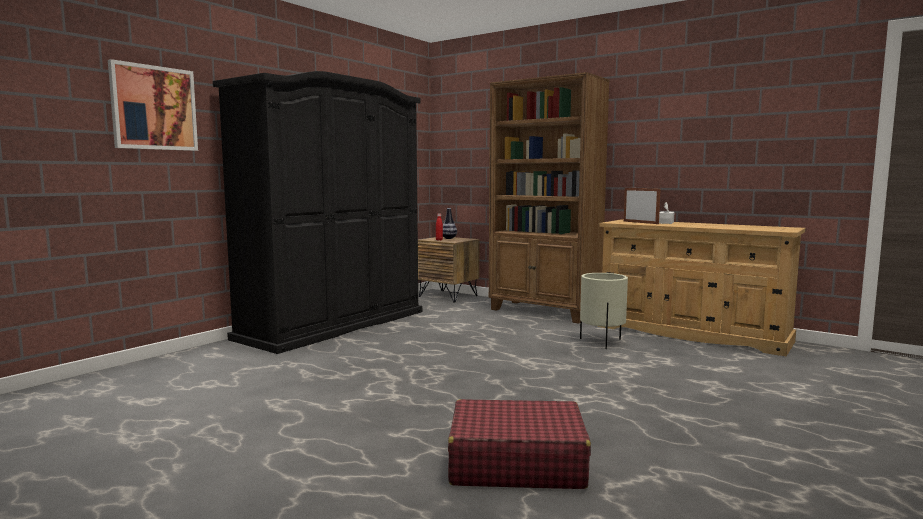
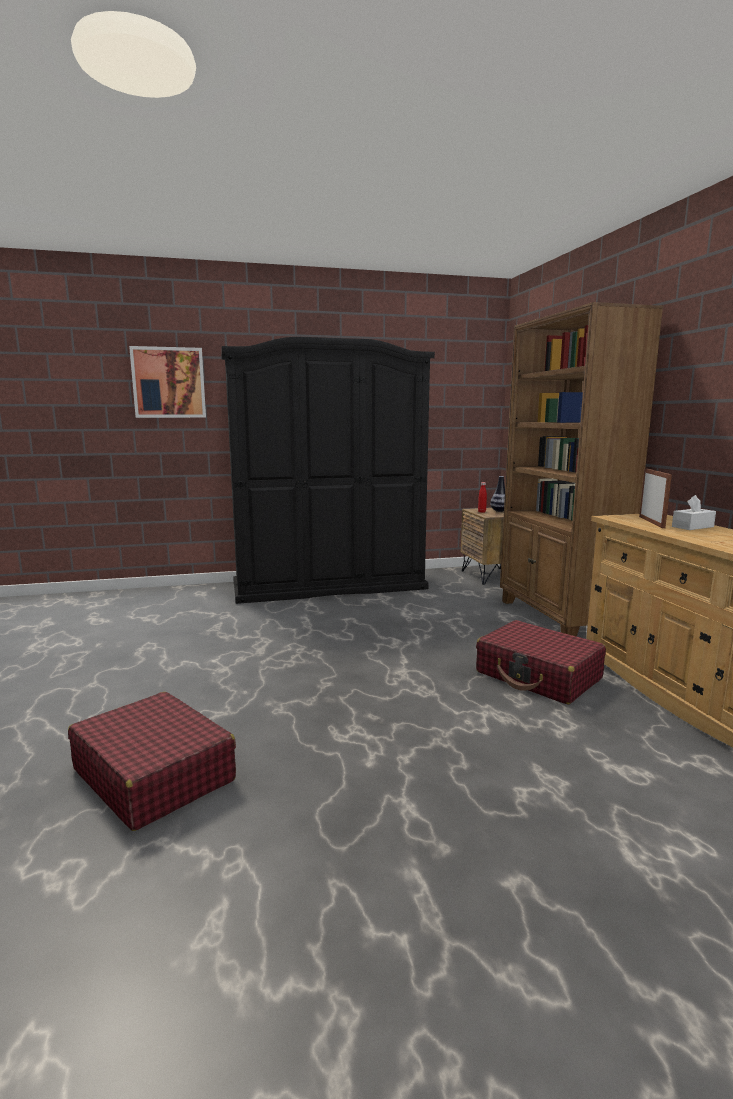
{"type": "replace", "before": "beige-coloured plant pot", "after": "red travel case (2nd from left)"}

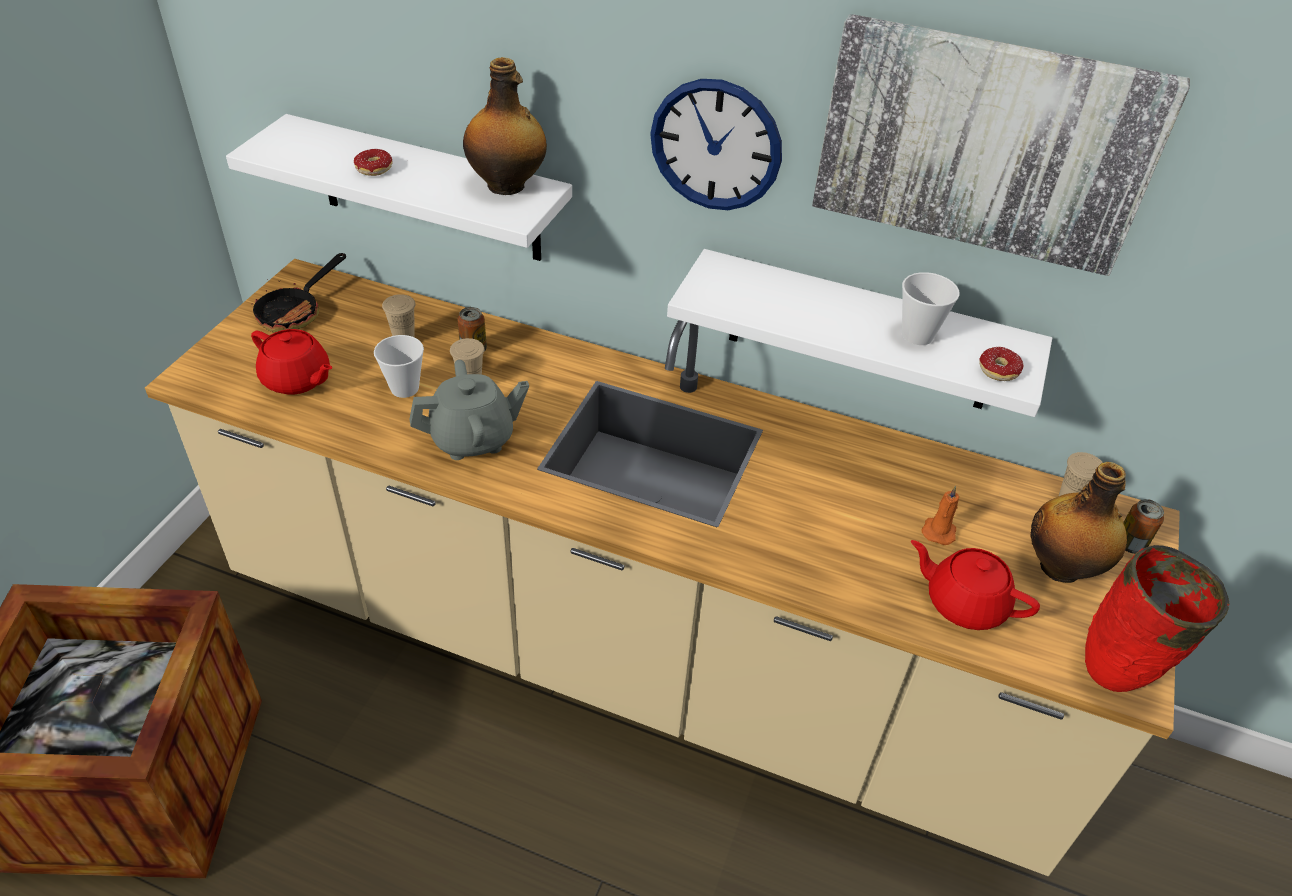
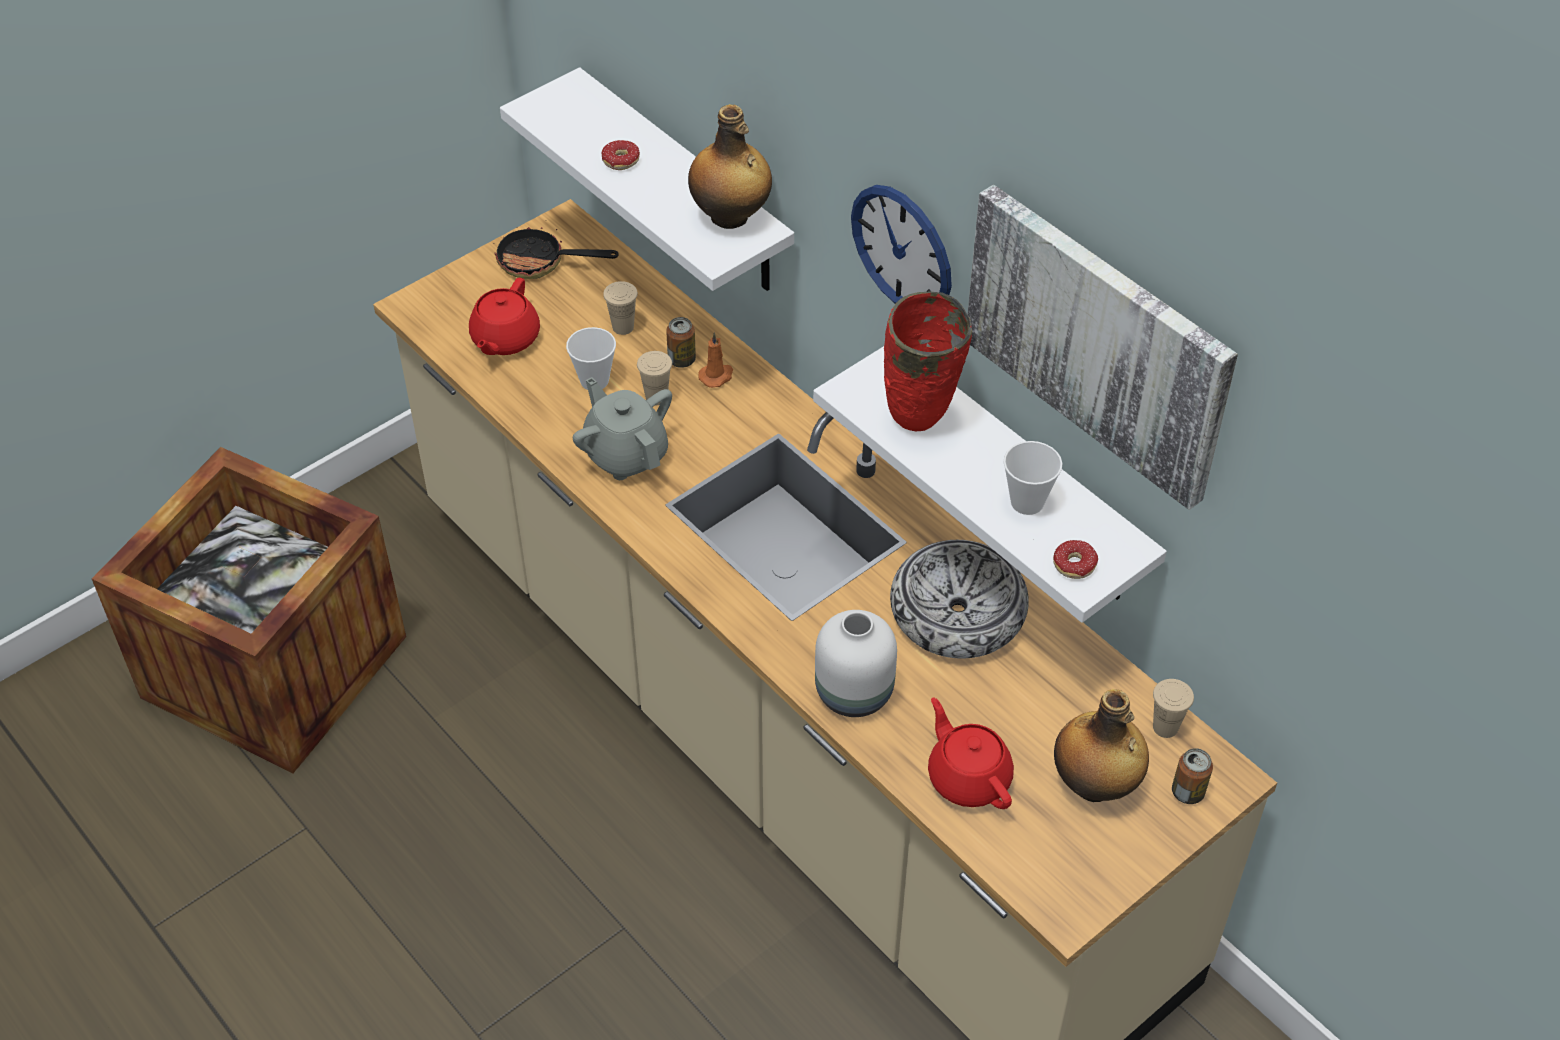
{"type": "rotate", "before": "pan", "turn": 45}
{"type": "rotate", "before": "red teapot (1st from left)", "turn": 45}
{"type": "rotate", "before": "gray teapot", "turn": -135}
{"type": "move", "before": "orange wax candle"}
{"type": "move", "before": "red decorative vase"}
{"type": "insert", "after": "serving bowl"}
{"type": "insert", "after": "white decorative vase"}

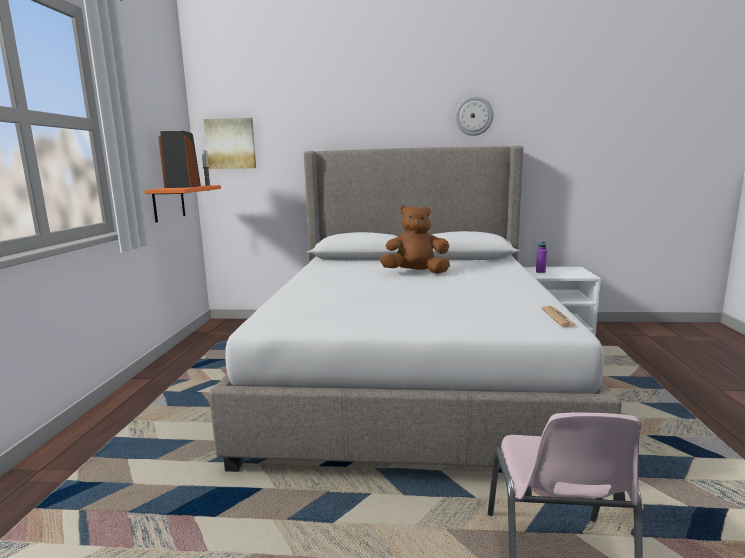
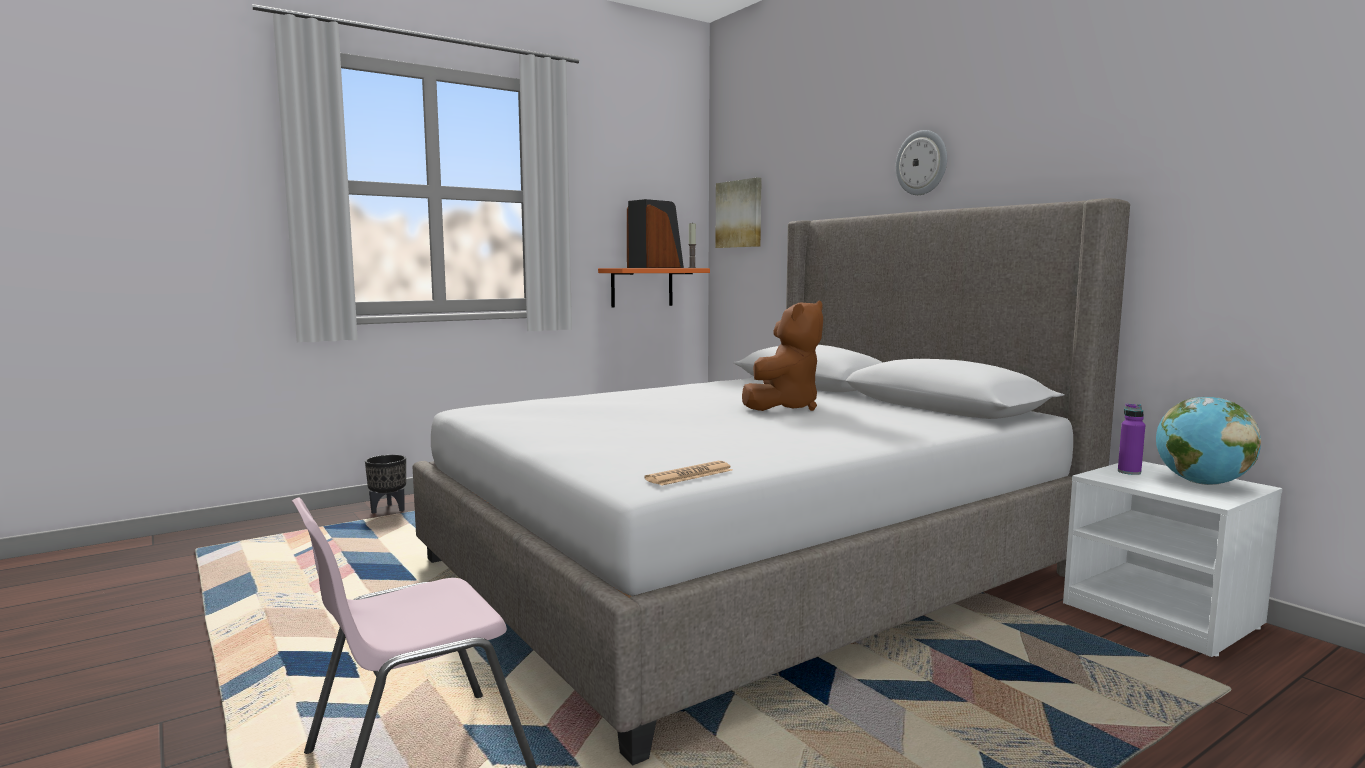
{"type": "move", "before": "hanging clock"}
{"type": "rotate", "before": "brown-coloured cuddly toy", "turn": 75}
{"type": "insert", "after": "desk globe"}
{"type": "insert", "after": "black plant pot"}

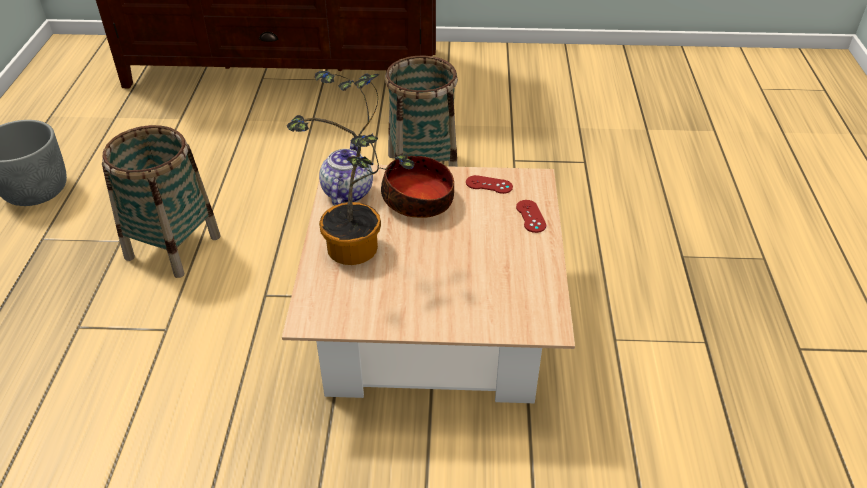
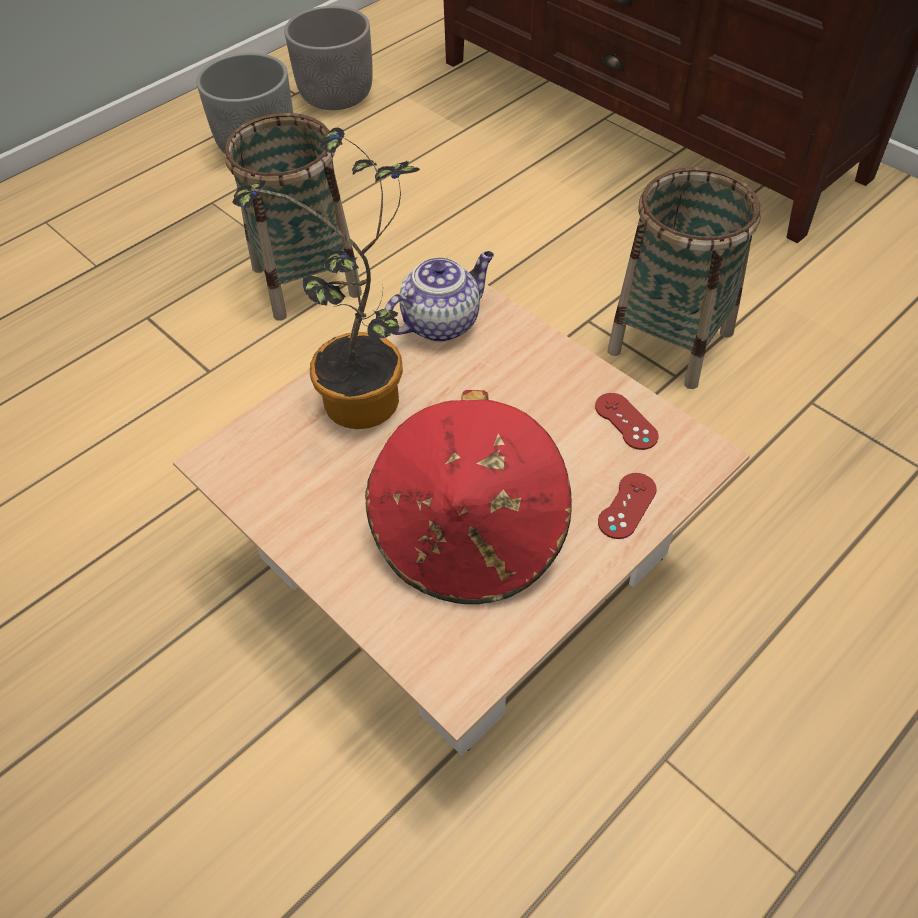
{"type": "delete", "before": "serving bowl"}
{"type": "insert", "after": "gray plant pot (2nd from left)"}
{"type": "insert", "after": "red hat"}

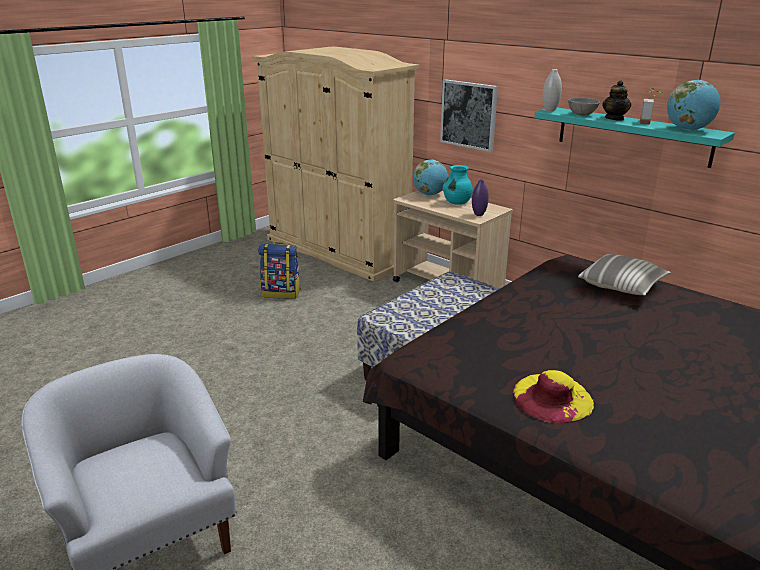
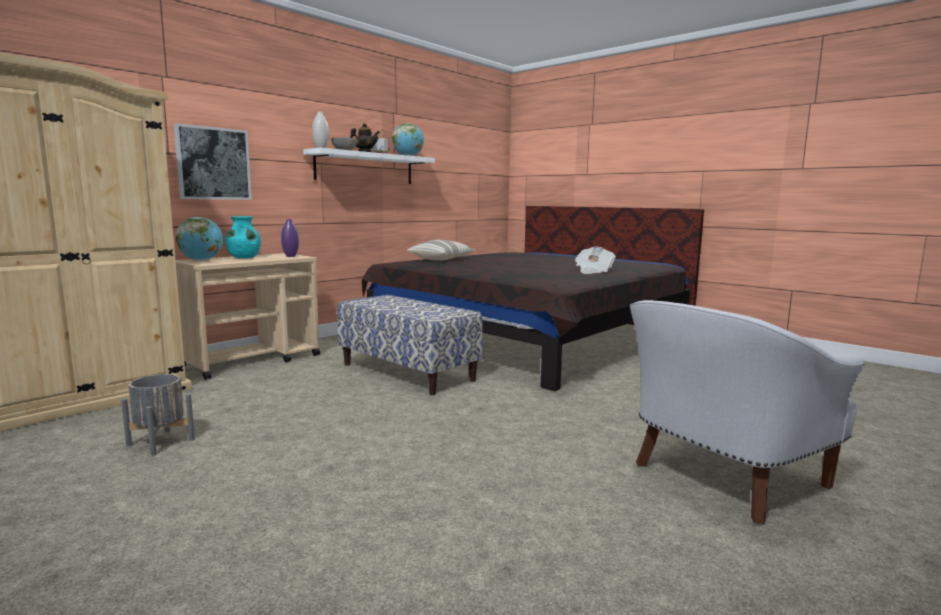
{"type": "recolor", "before": "turquoise wall shelf", "after": "white wall shelf"}
{"type": "replace", "before": "rucksack", "after": "gray plant pot"}
{"type": "replace", "before": "yellow hat", "after": "daily paper"}

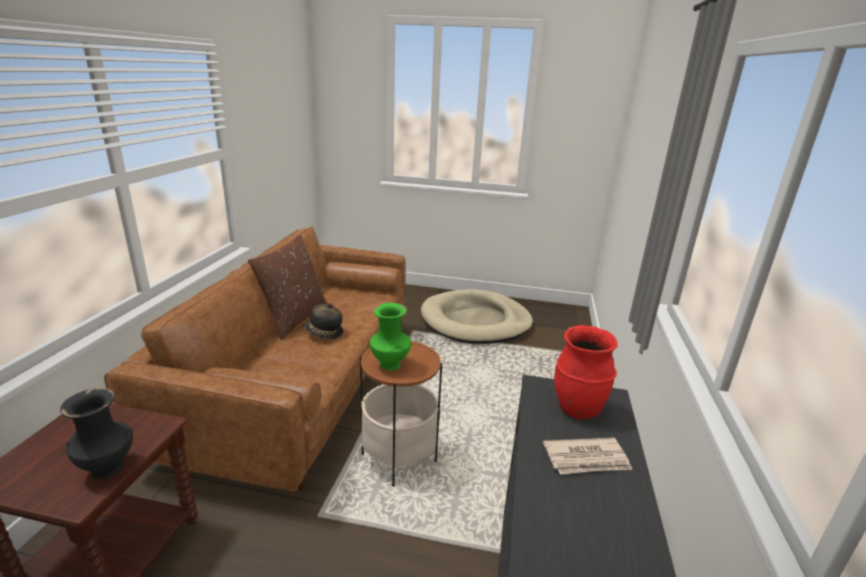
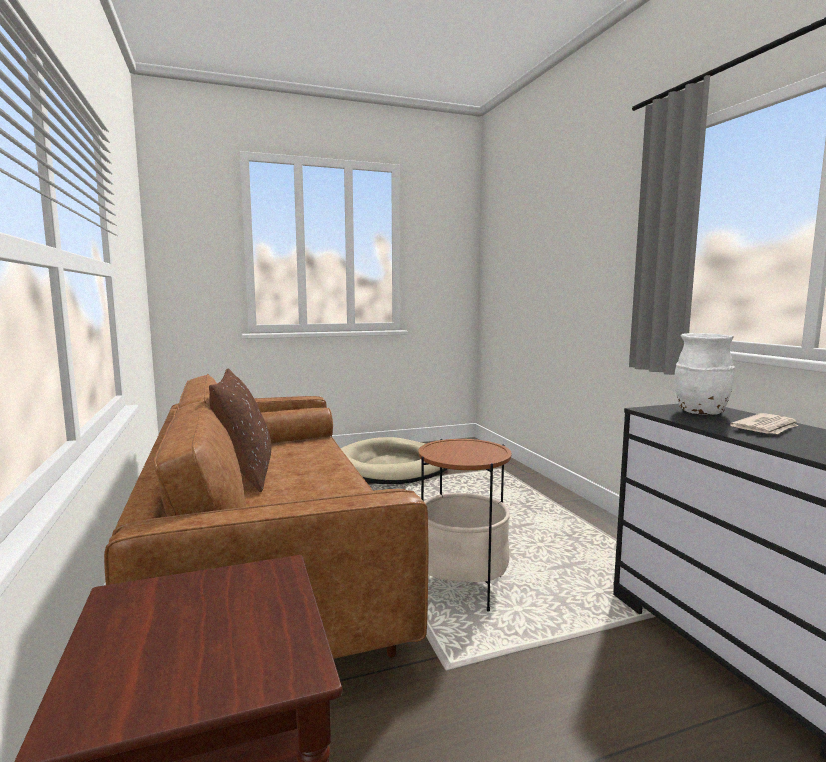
{"type": "delete", "before": "hat"}
{"type": "delete", "before": "greenish decorative vase"}
{"type": "recolor", "before": "red decorative vase", "after": "white decorative vase"}
{"type": "delete", "before": "black decorative vase"}

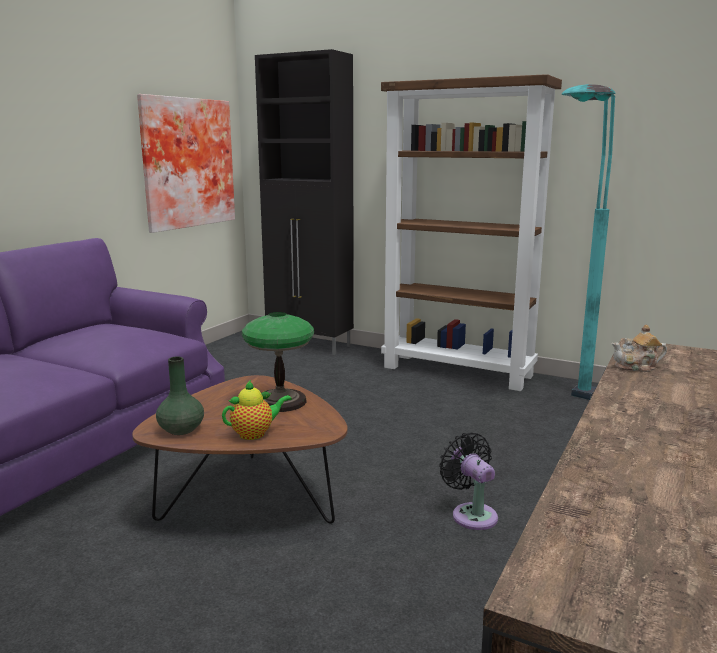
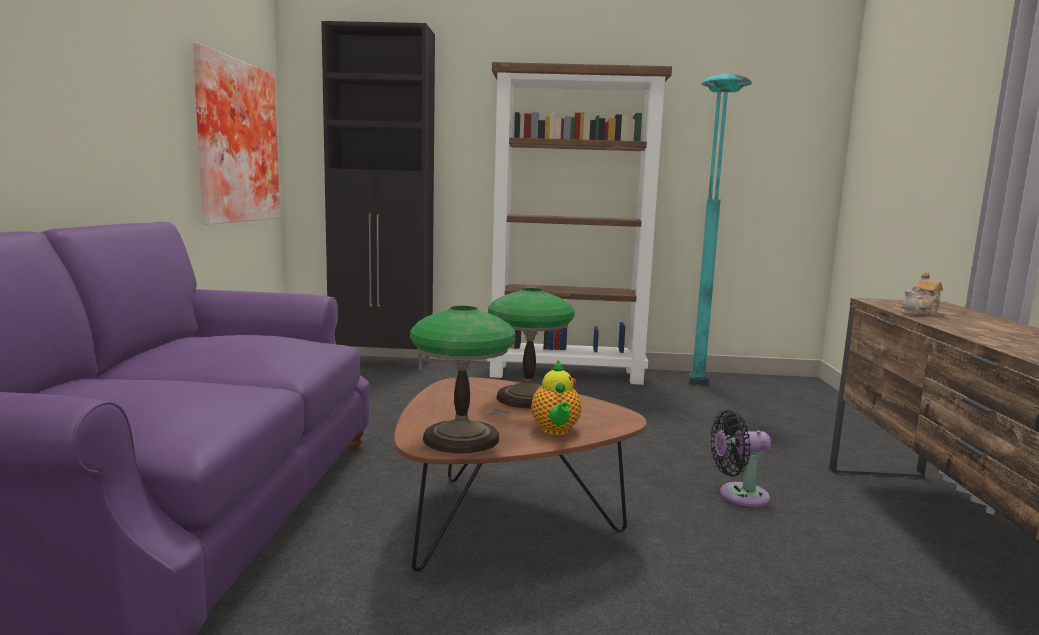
{"type": "replace", "before": "greenish decorative vase", "after": "tabletop lamp (1st from left)"}
{"type": "rotate", "before": "teapot (1st from left)", "turn": 135}
{"type": "rotate", "before": "black electric fan", "turn": -45}

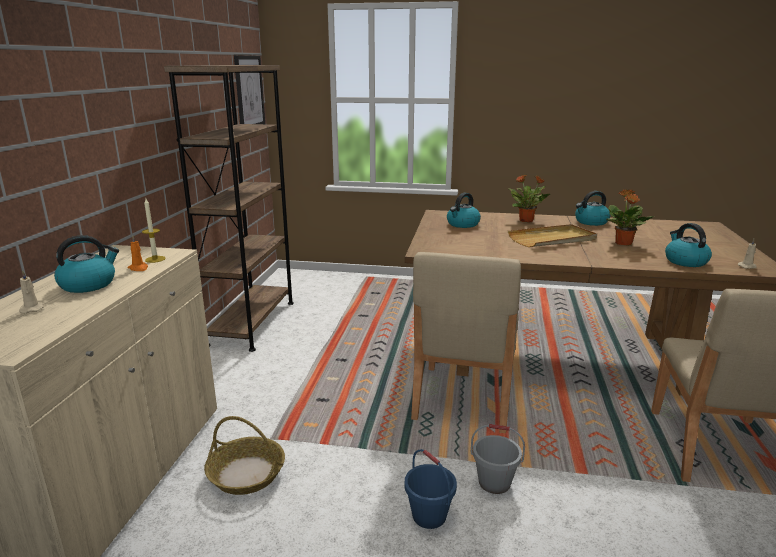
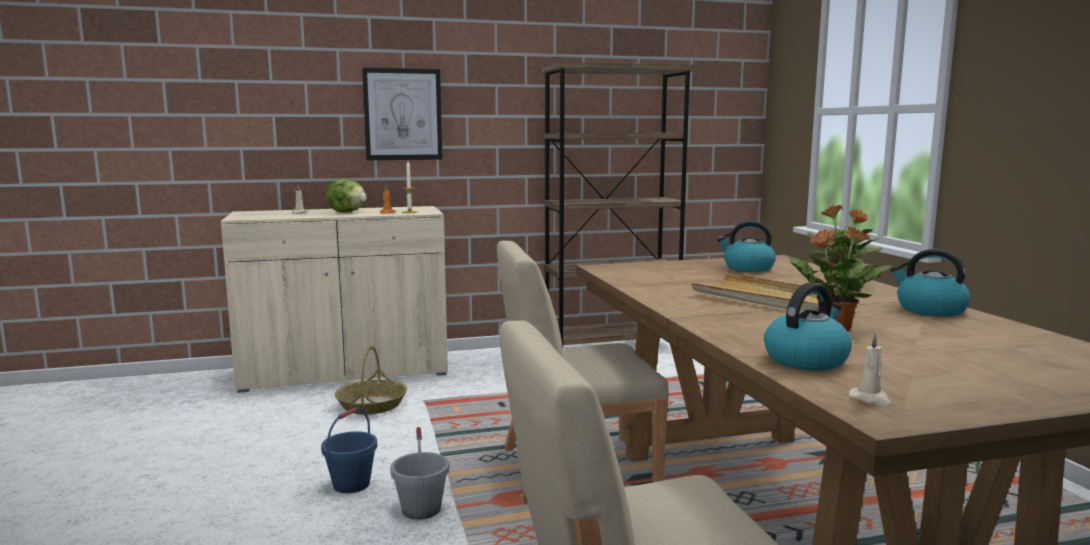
{"type": "move", "before": "picture"}
{"type": "replace", "before": "water kettle (1st from left)", "after": "lettuce"}

